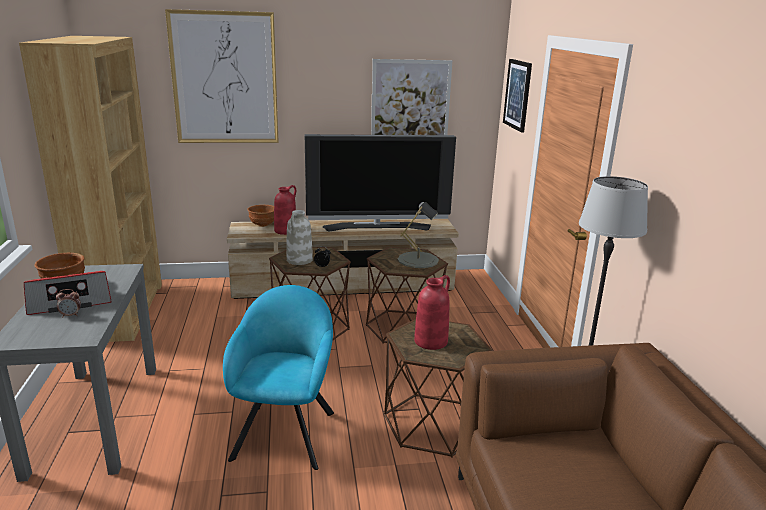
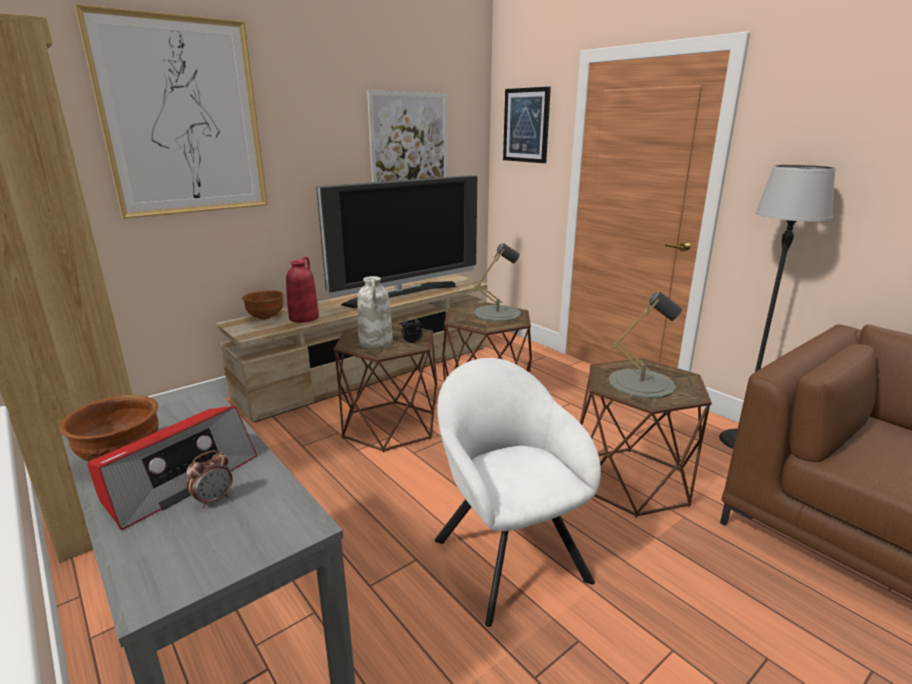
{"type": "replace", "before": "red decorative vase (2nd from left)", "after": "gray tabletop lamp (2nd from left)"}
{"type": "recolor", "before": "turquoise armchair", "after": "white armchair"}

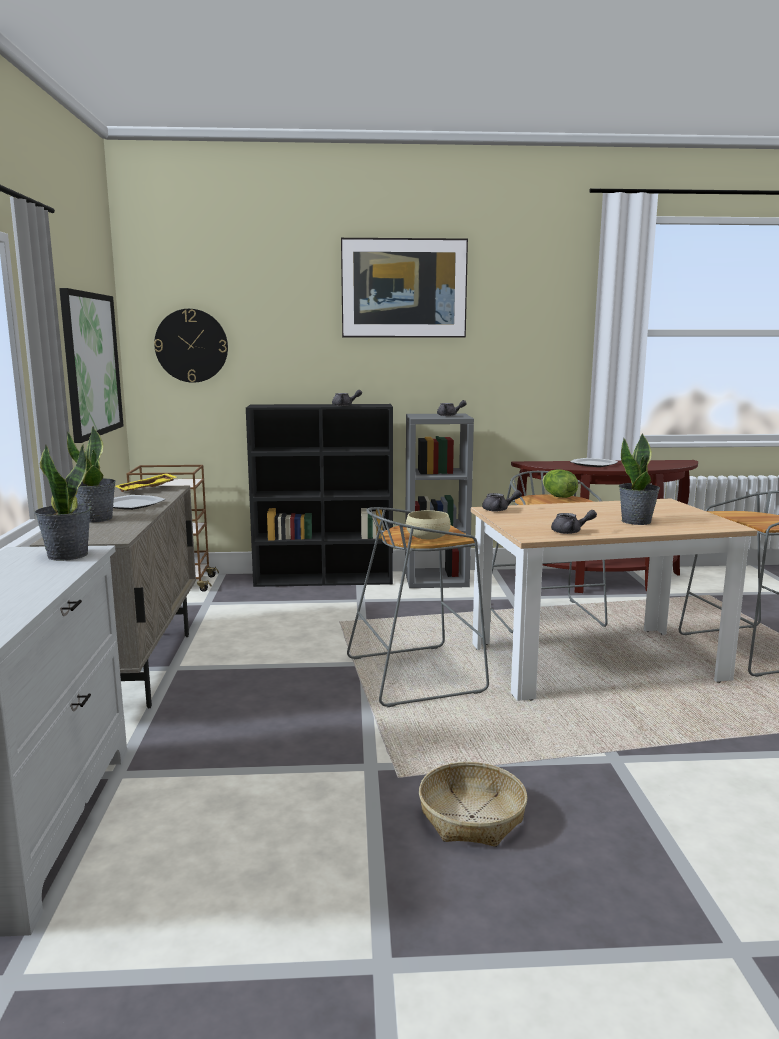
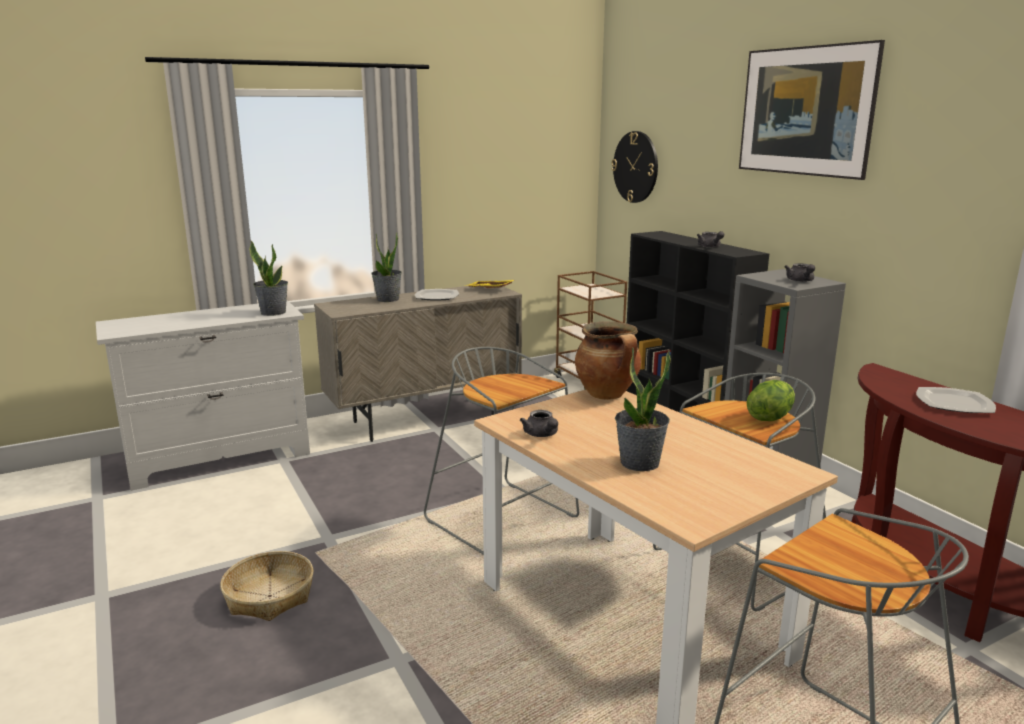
{"type": "delete", "before": "picture (1st from left)"}
{"type": "replace", "before": "gray teapot (3rd from left)", "after": "stockpot"}
{"type": "delete", "before": "beige-coloured serving bowl"}

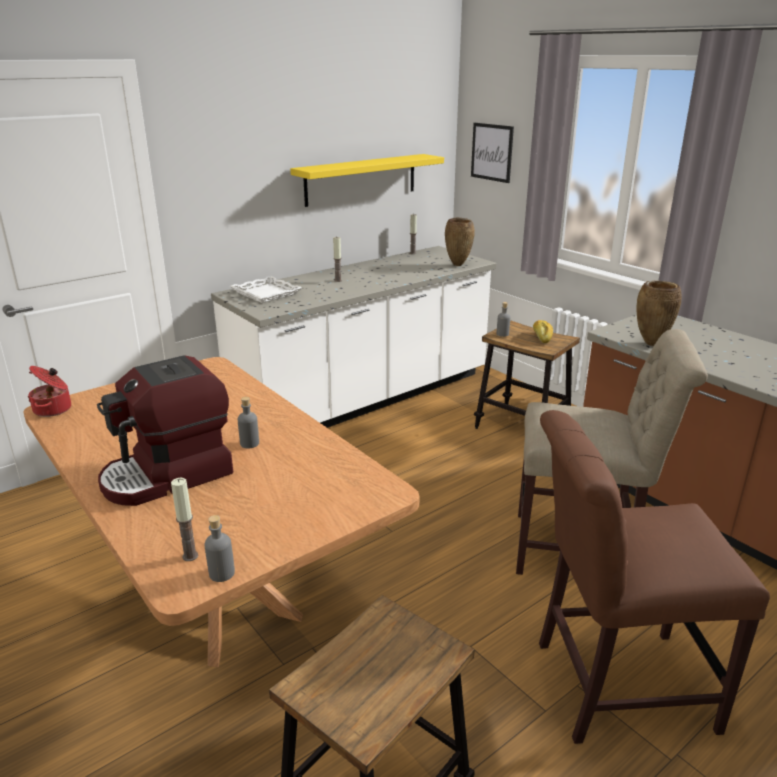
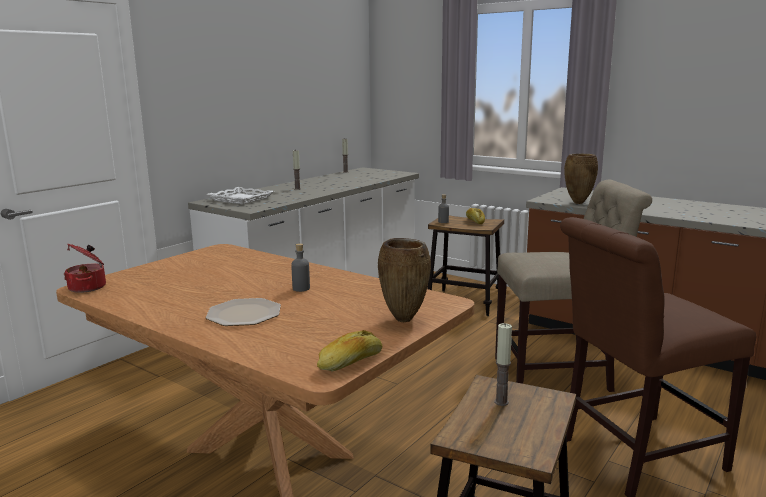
{"type": "delete", "before": "picture"}
{"type": "delete", "before": "yellow wall shelf"}
{"type": "move", "before": "brown-coloured decorative vase (1st from left)"}
{"type": "replace", "before": "coffee maker", "after": "flat dish"}
{"type": "move", "before": "wax candle (1st from left in the first image)", "after": "wax candle (3rd from left)"}
{"type": "replace", "before": "gray bottle (1st from left)", "after": "bread (1st from left)"}

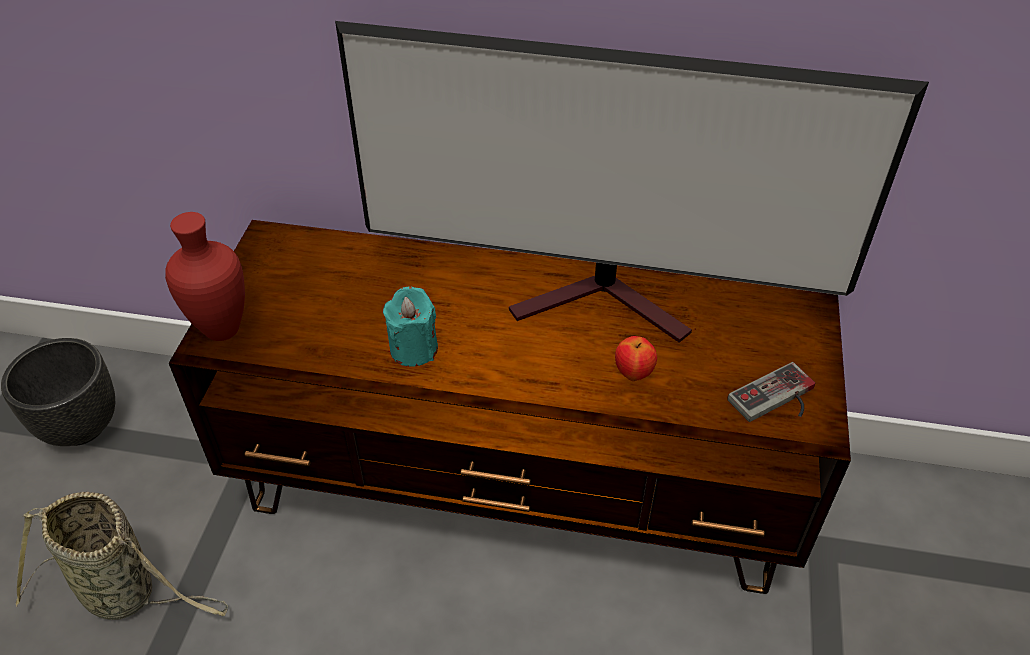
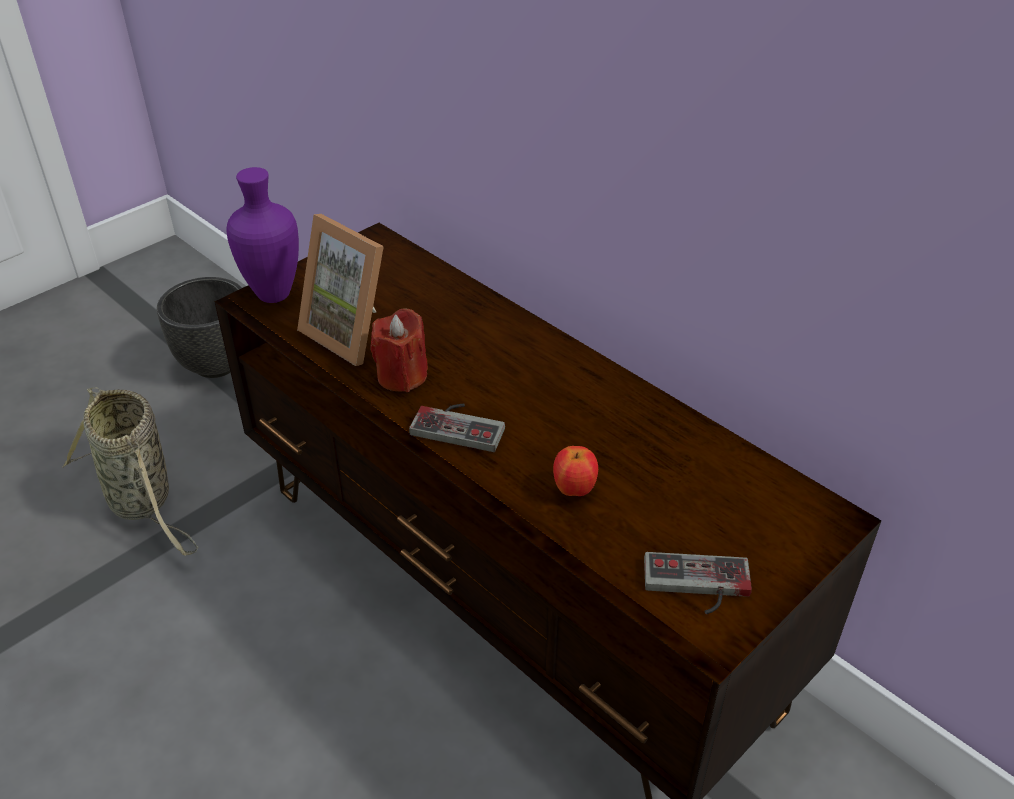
{"type": "delete", "before": "TV set"}
{"type": "recolor", "before": "red decorative vase", "after": "purple-coloured decorative vase"}
{"type": "recolor", "before": "turquoise wax candle", "after": "red wax candle"}
{"type": "insert", "after": "photo frame"}
{"type": "insert", "after": "joypad (1st from left)"}

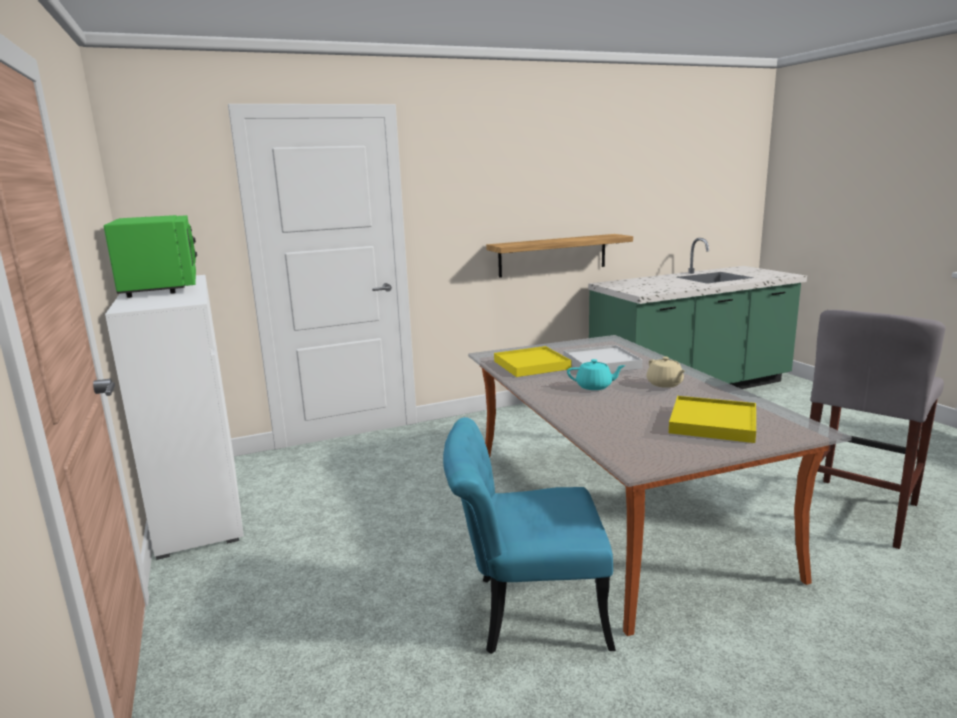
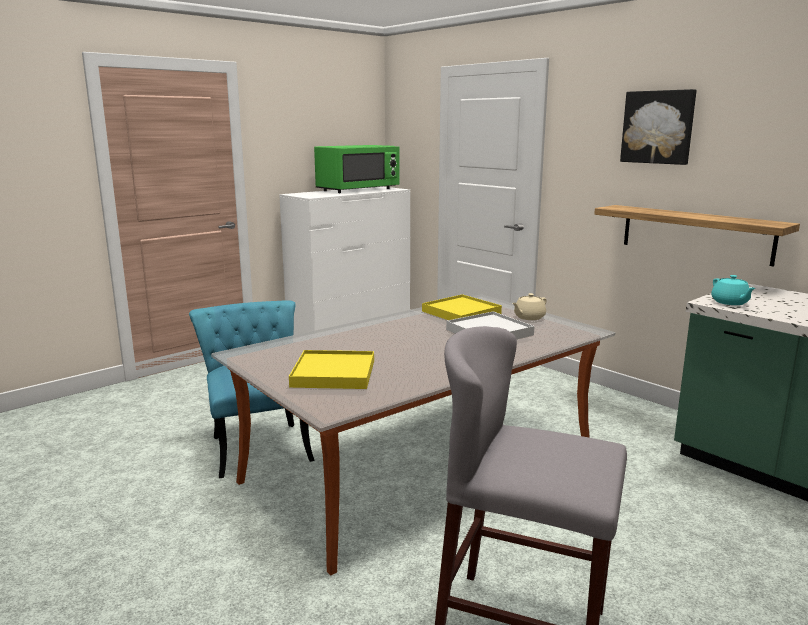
{"type": "move", "before": "beige-coloured teapot"}
{"type": "move", "before": "turquoise teapot"}
{"type": "insert", "after": "picture"}

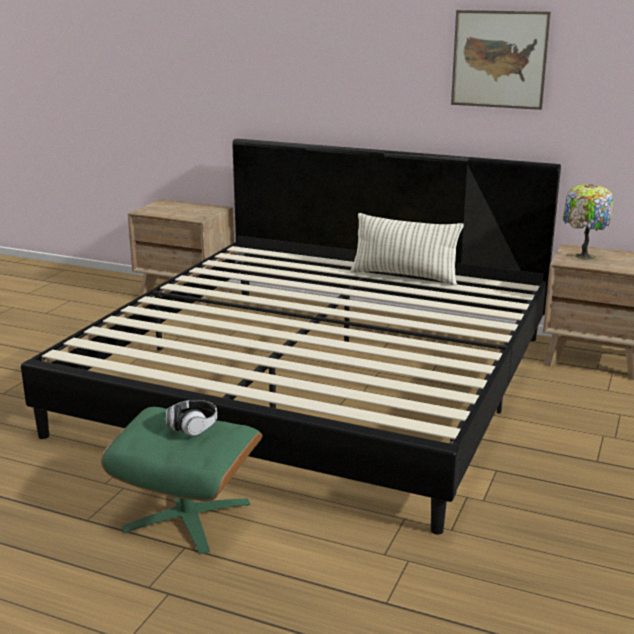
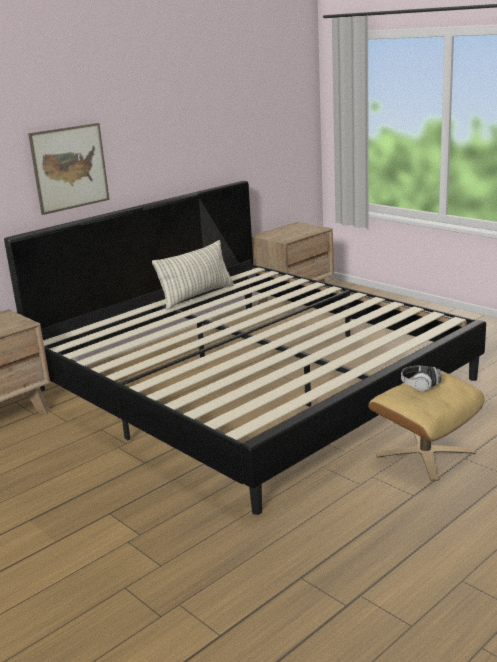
{"type": "move", "before": "picture"}
{"type": "delete", "before": "tabletop lamp"}
{"type": "recolor", "before": "greenish pouffe", "after": "beige-coloured pouffe"}

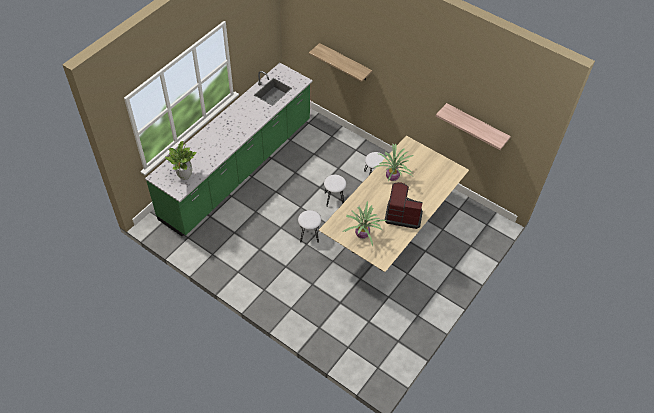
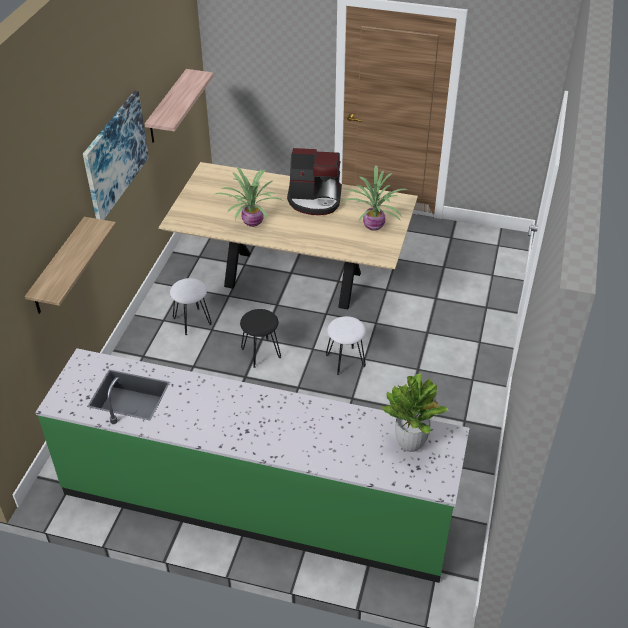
{"type": "recolor", "before": "white stool seat (2nd from left)", "after": "black stool seat"}
{"type": "rotate", "before": "coffee maker", "turn": -75}
{"type": "insert", "after": "picture"}

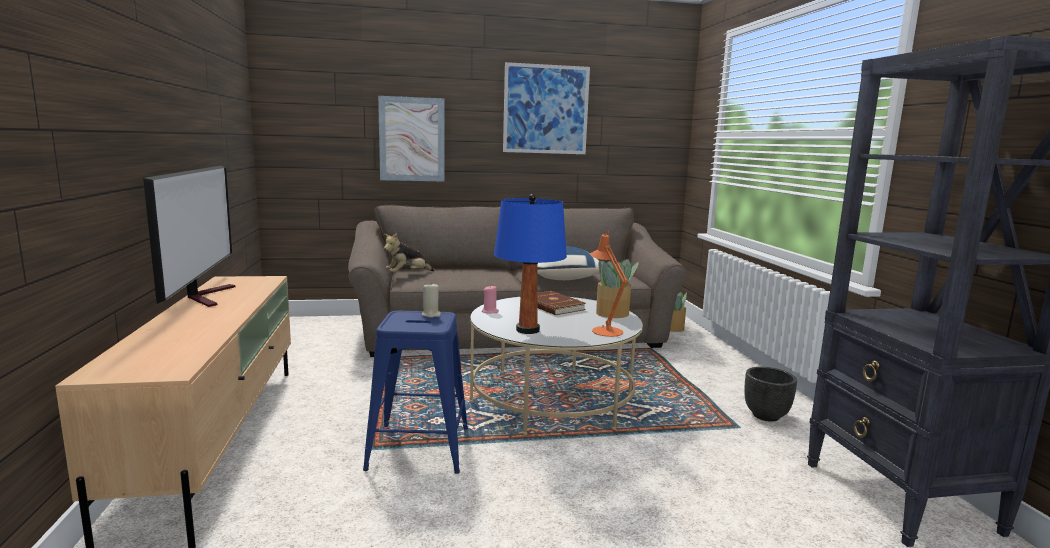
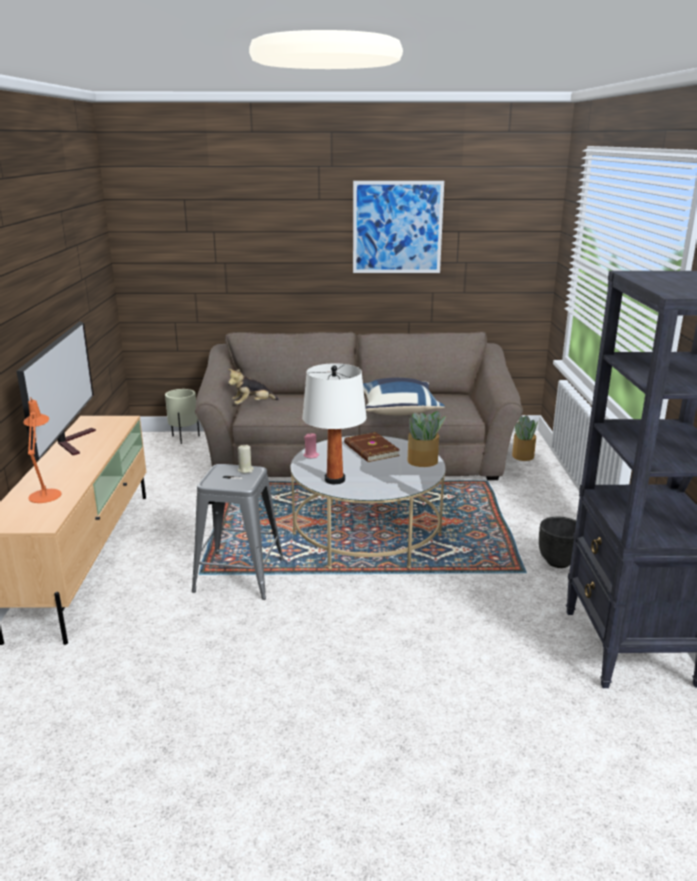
{"type": "delete", "before": "picture (1st from left)"}
{"type": "recolor", "before": "blue-coloured tabletop lamp", "after": "white tabletop lamp"}
{"type": "move", "before": "orange tabletop lamp"}
{"type": "recolor", "before": "blue-coloured stool seat", "after": "gray stool seat"}
{"type": "insert", "after": "beige-coloured plant pot"}

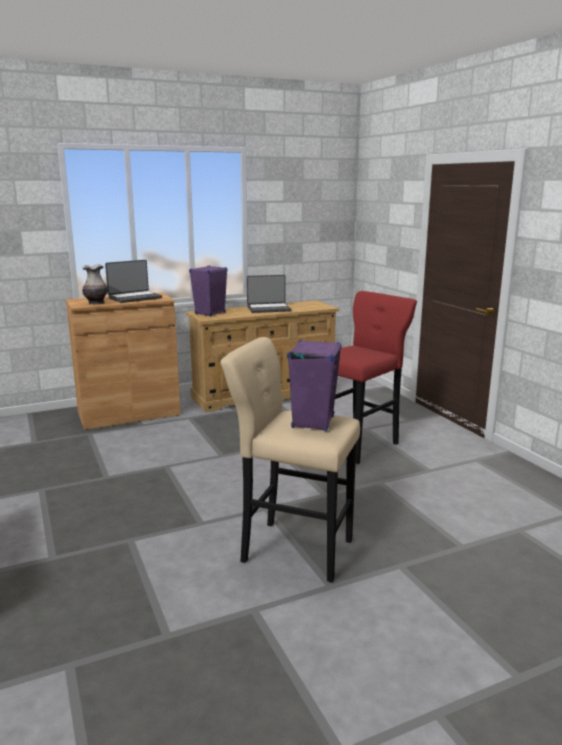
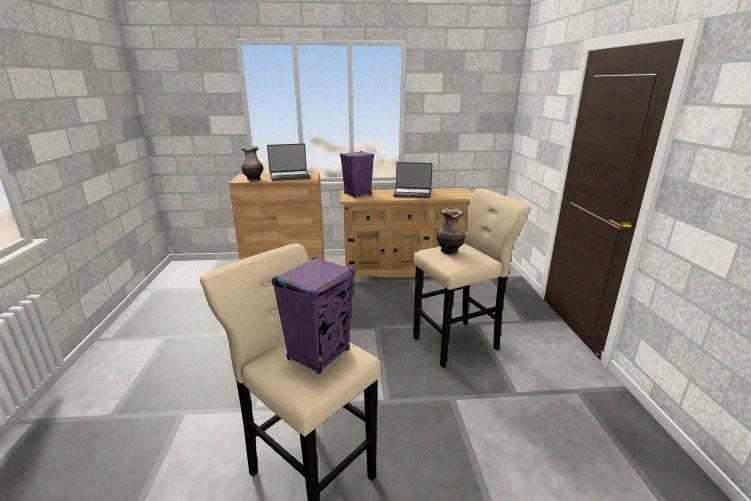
{"type": "recolor", "before": "red stool seat", "after": "beige-coloured stool seat (2nd from left)"}
{"type": "insert", "after": "decorative vase (2nd from left)"}

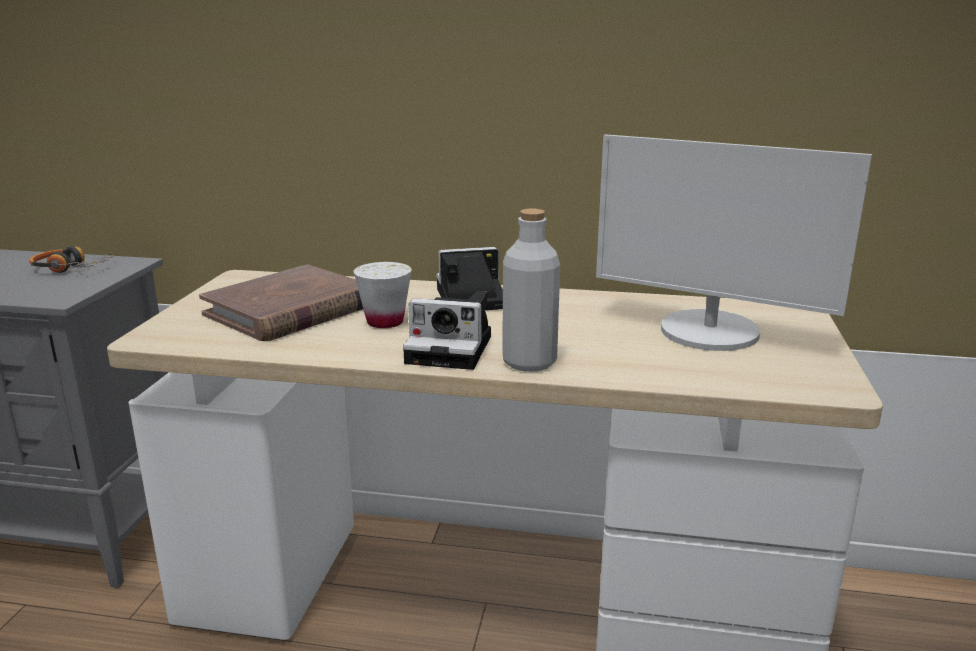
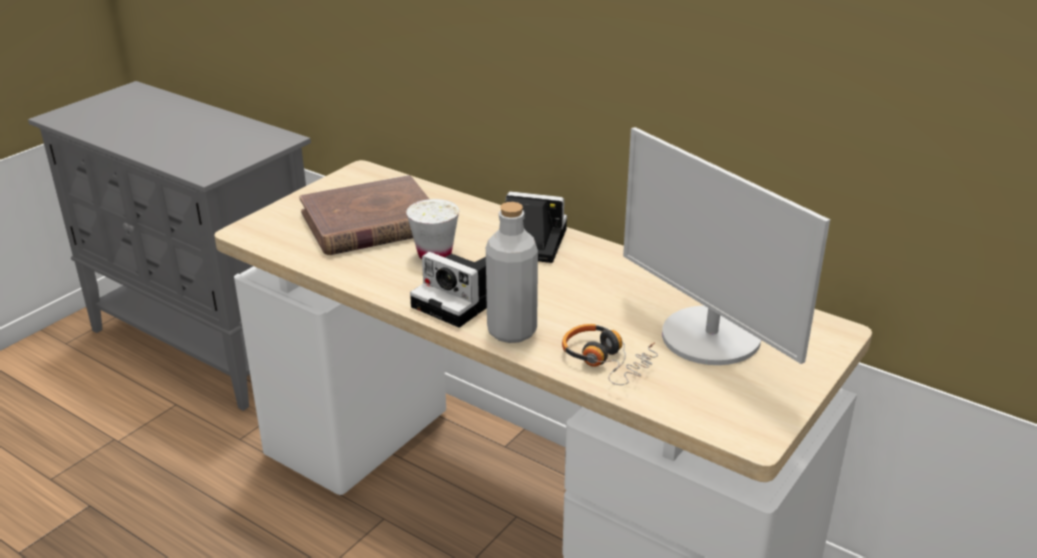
{"type": "move", "before": "headphones"}

